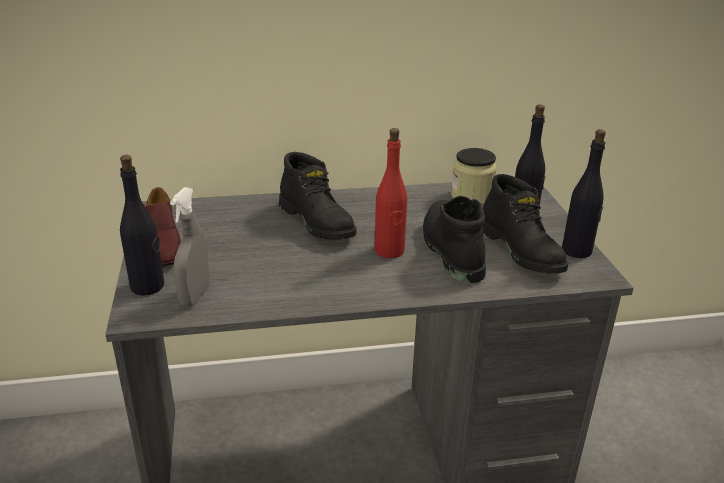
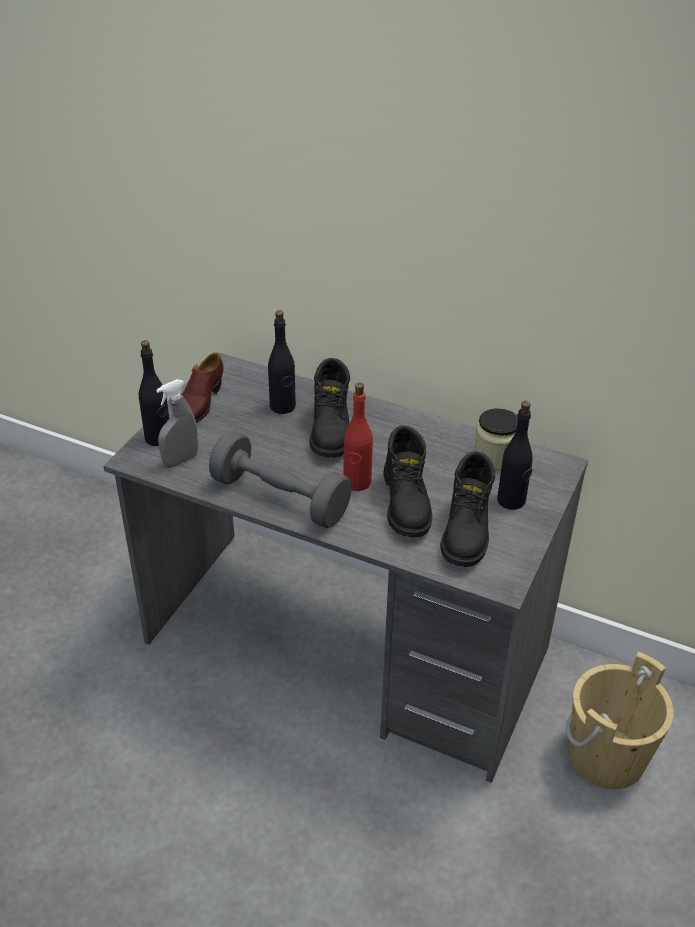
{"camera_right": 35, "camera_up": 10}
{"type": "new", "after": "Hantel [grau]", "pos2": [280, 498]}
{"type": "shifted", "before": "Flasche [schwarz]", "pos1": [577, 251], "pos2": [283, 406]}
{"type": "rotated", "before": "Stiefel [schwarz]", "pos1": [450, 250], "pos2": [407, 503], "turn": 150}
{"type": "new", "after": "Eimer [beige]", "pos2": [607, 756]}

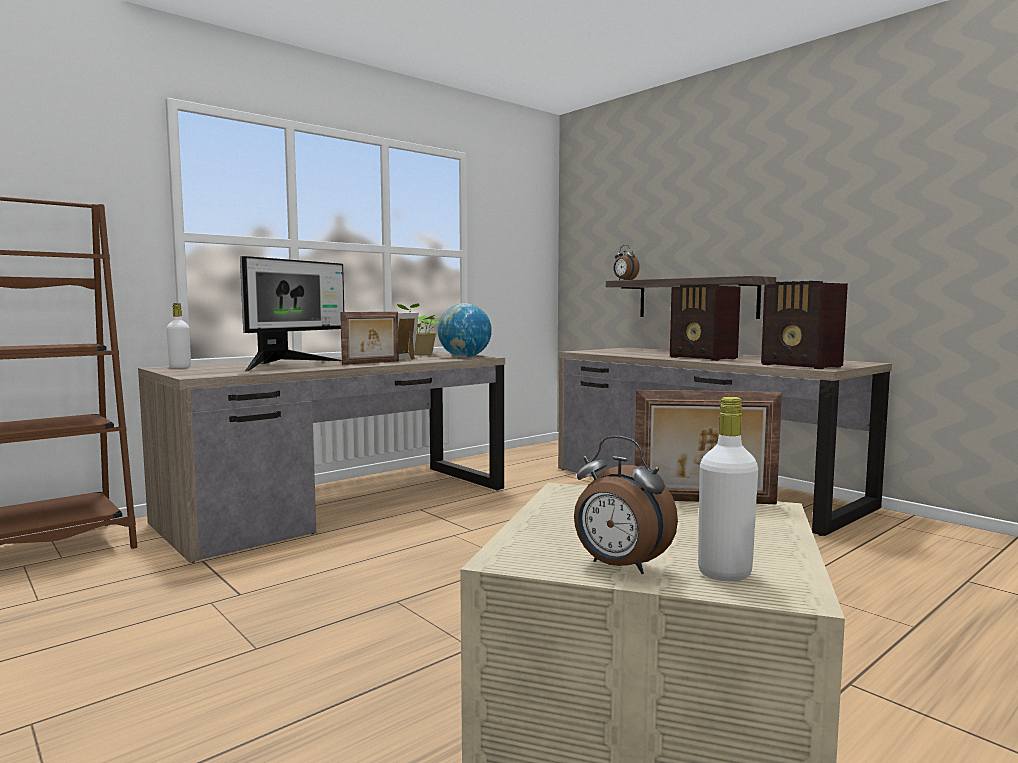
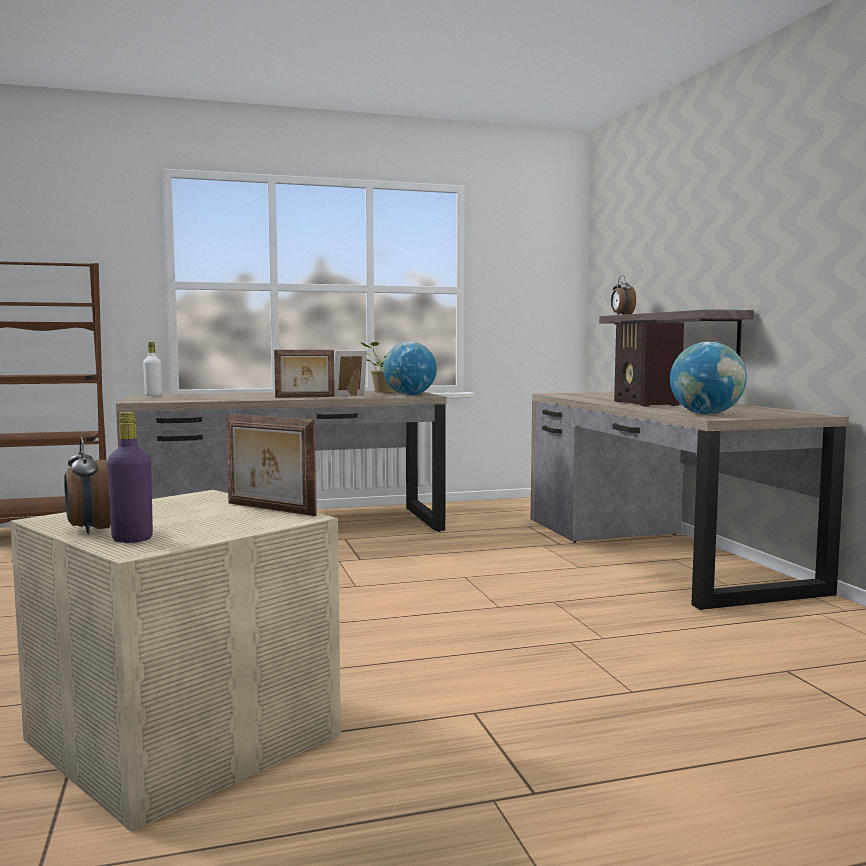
{"camera_right": 25, "camera_up": 0}
{"type": "repainted", "before": "Flasche [weiß]", "after": "Flasche [lila]", "pos1": [724, 573], "pos2": [132, 539]}
{"type": "swapped", "before": "Radio", "after": "Globus", "pos1": [801, 366], "pos2": [706, 414]}
{"type": "gone", "before": "Monitor", "pos1": [287, 365]}

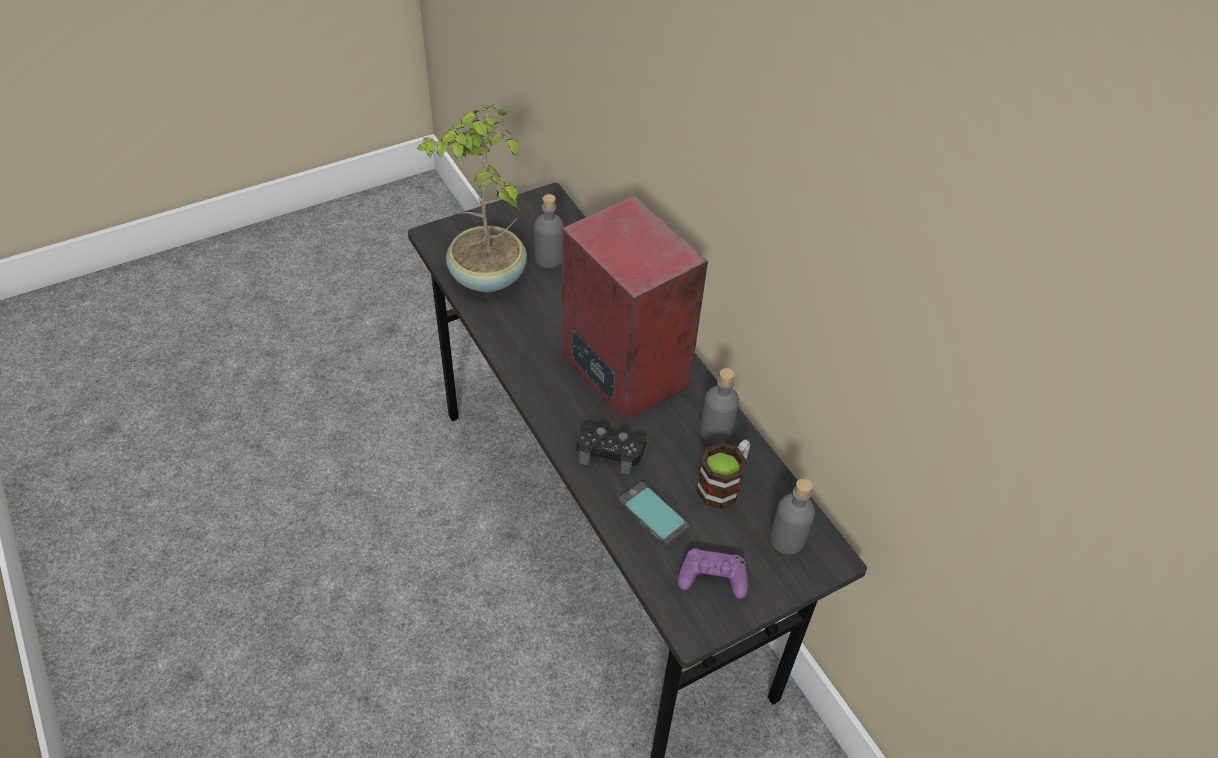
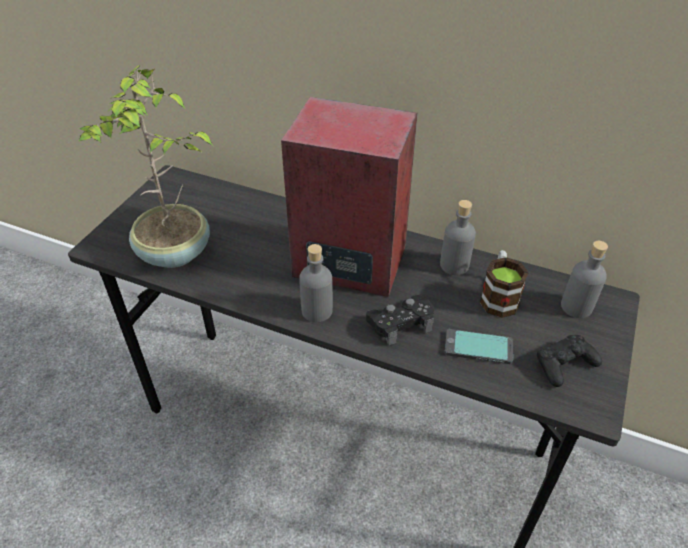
{"camera_right": -35, "camera_up": -5}
{"type": "shifted", "before": "Flasche [grau]", "pos1": [549, 258], "pos2": [317, 310]}
{"type": "repainted", "before": "Gamepad [lila]", "after": "Gamepad [schwarz]", "pos1": [712, 577], "pos2": [564, 364]}

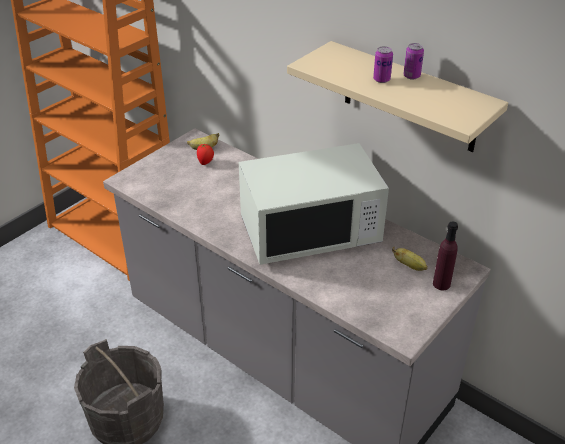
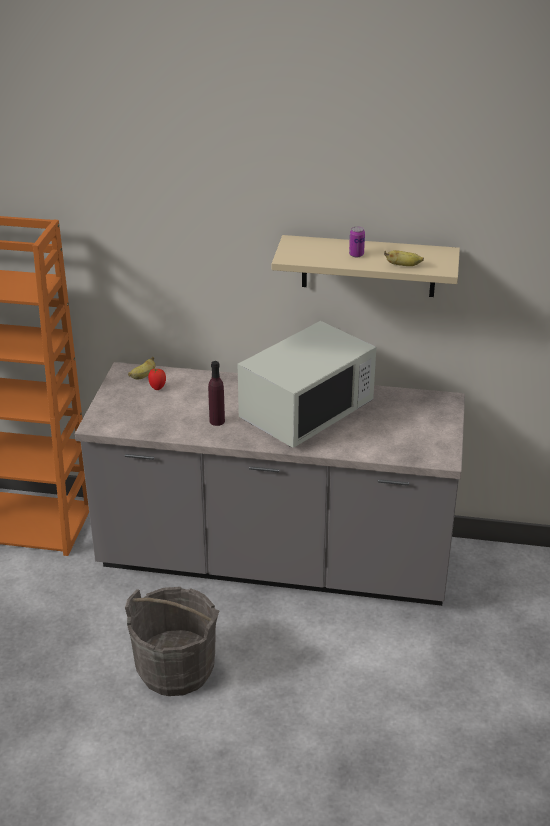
{"camera_right": -30, "camera_up": -5}
{"type": "shifted", "before": "Flasche [lila]", "pos1": [441, 284], "pos2": [217, 421]}
{"type": "shifted", "before": "Banane", "pos1": [410, 266], "pos2": [403, 266]}
{"type": "gone", "before": "Dose", "pos1": [411, 76]}

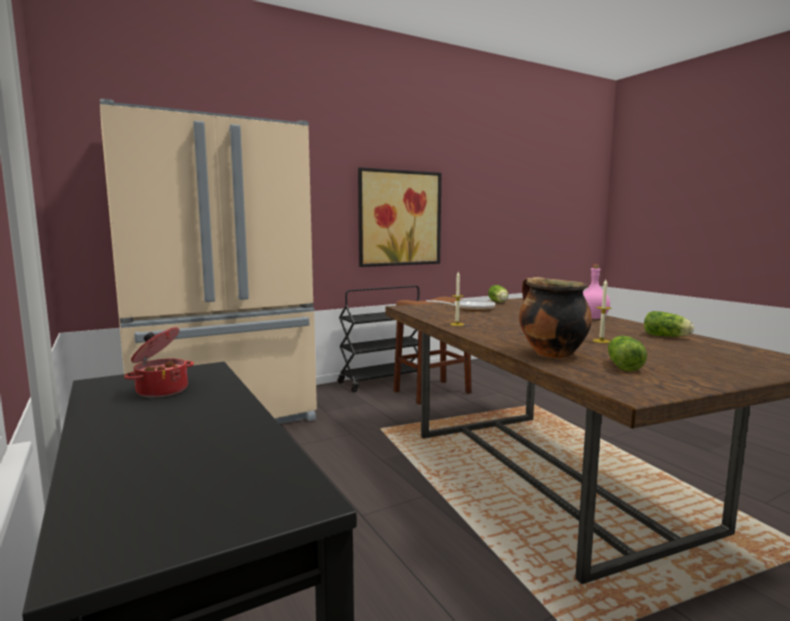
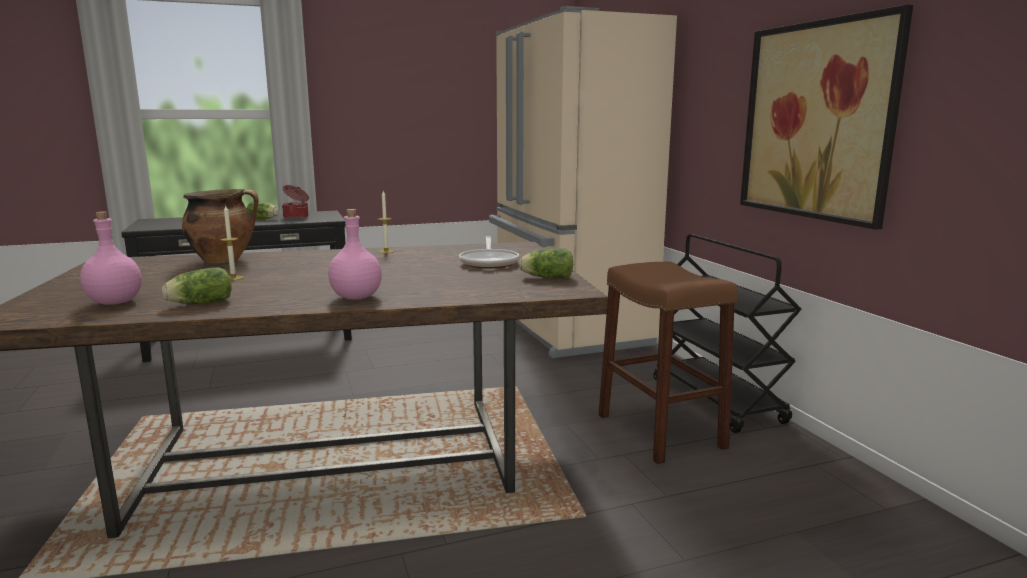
{"camera_right": 100, "camera_up": 5}
{"type": "new", "after": "Flasche [rosa]", "pos2": [115, 302]}
{"type": "shifted", "before": "Salatkopf", "pos1": [623, 365], "pos2": [264, 219]}

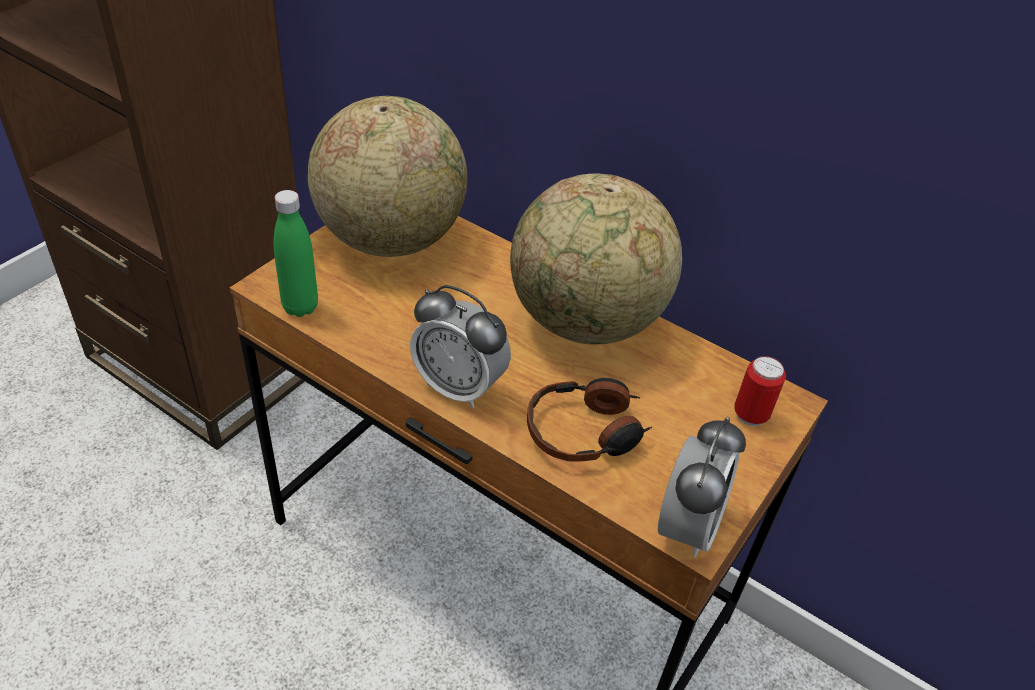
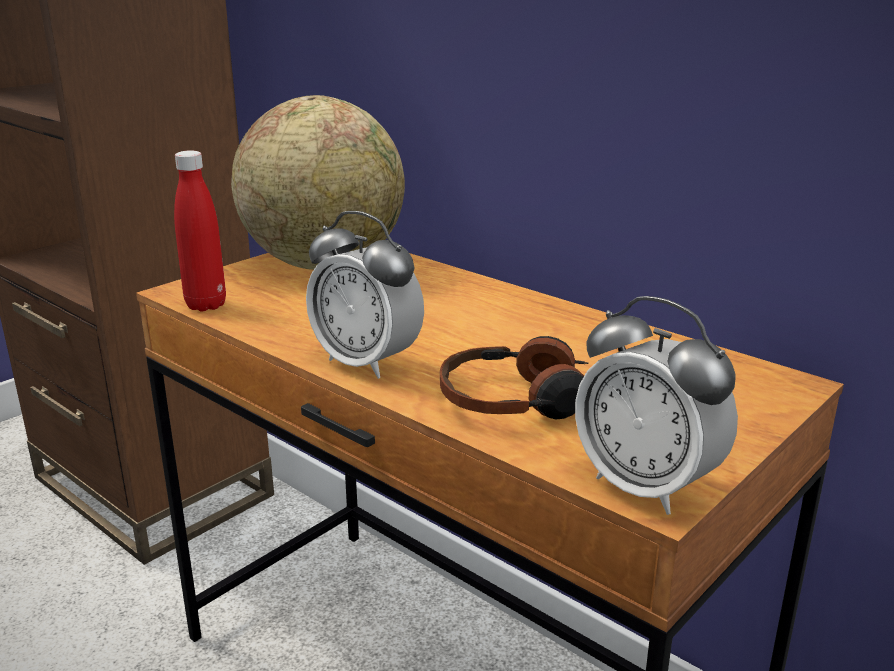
{"camera_right": 10, "camera_up": -20}
{"type": "repainted", "before": "Flasche [grün]", "after": "Flasche [rot]", "pos1": [300, 307], "pos2": [206, 305]}
{"type": "rotated", "before": "Wecker", "pos1": [687, 527], "pos2": [646, 486], "turn": 105}
{"type": "gone", "before": "Globus", "pos1": [585, 322]}
{"type": "gone", "before": "Dose", "pos1": [750, 415]}

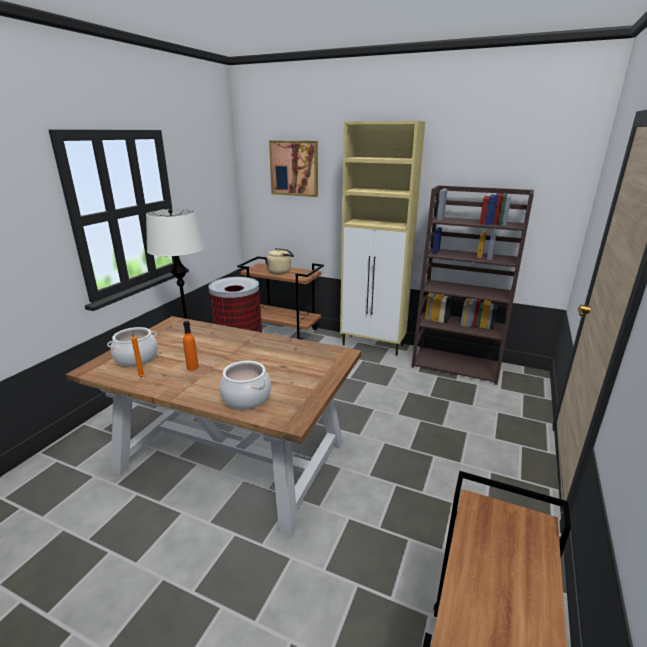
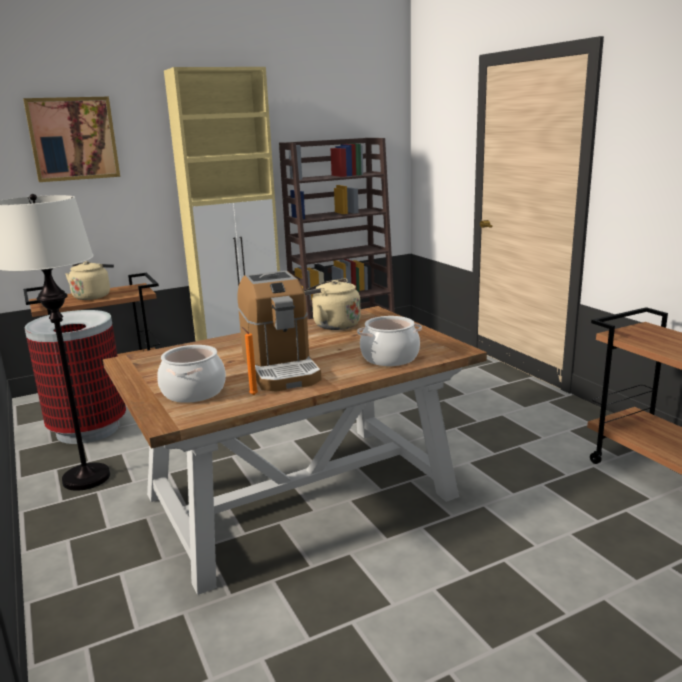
{"camera_right": -50, "camera_up": -5}
{"type": "swapped", "before": "Flasche [orange]", "after": "Kaffeemaschine", "pos1": [192, 367], "pos2": [280, 369]}
{"type": "new", "after": "Wasserkessel [beige]", "pos2": [333, 325]}

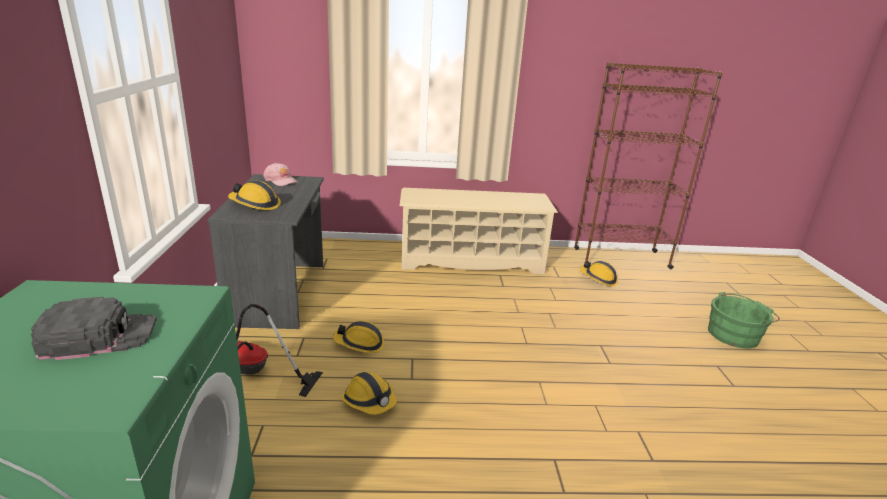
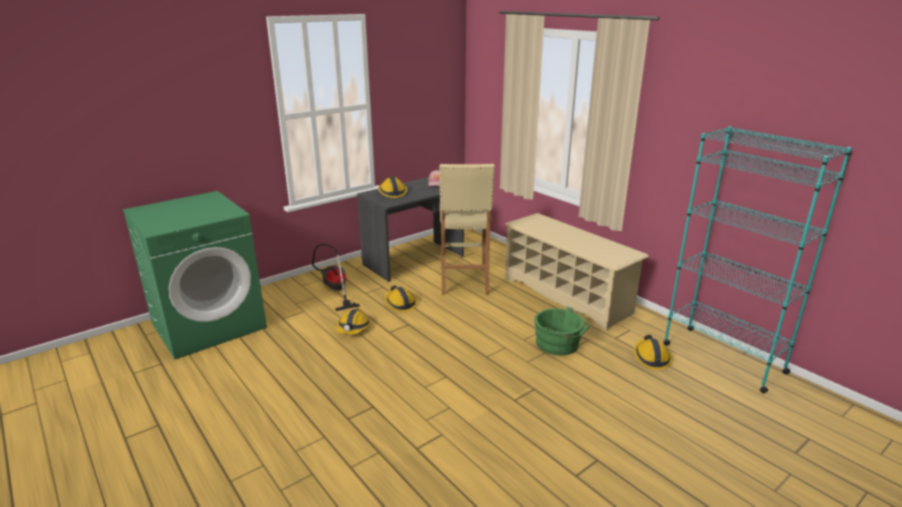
{"camera_right": 55, "camera_up": 0}
{"type": "new", "after": "Hocker [beige]", "pos2": [464, 281]}
{"type": "shifted", "before": "Eimer [grün]", "pos1": [735, 334], "pos2": [559, 344]}
{"type": "repainted", "before": "Bücherregal [braun]", "after": "Bücherregal [türkis]", "pos1": [620, 258], "pos2": [722, 358]}
{"type": "gone", "before": "Kappe [schwarz]", "pos1": [99, 335]}

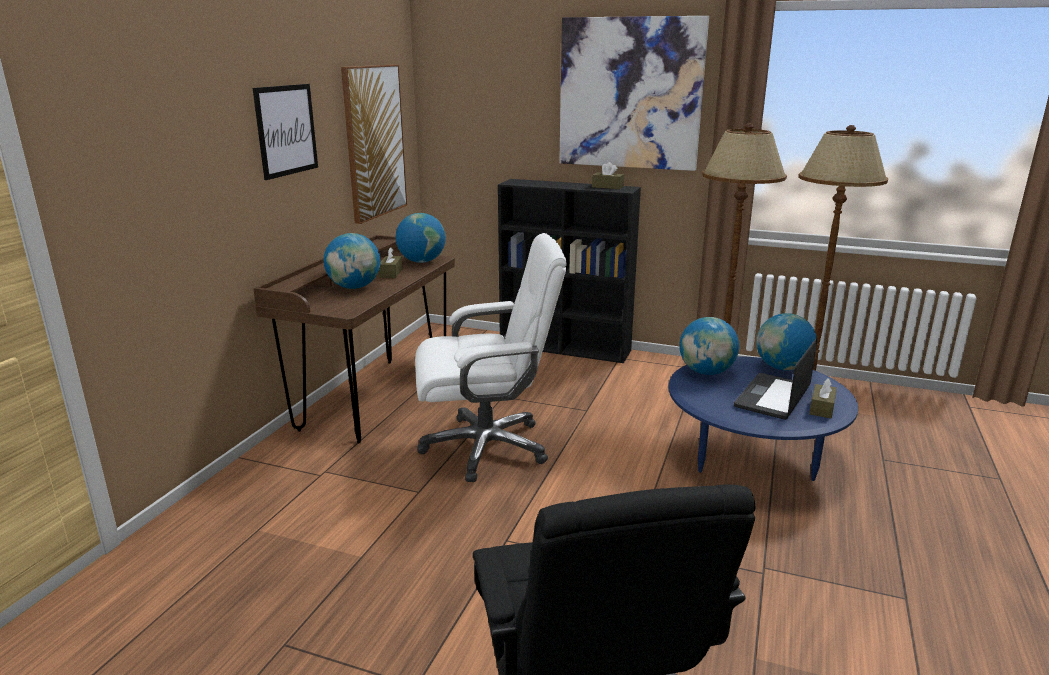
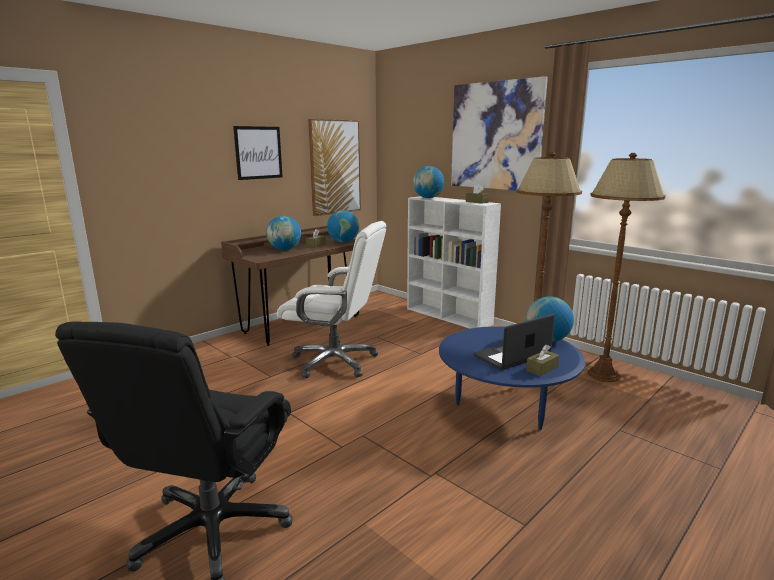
{"camera_right": 25, "camera_up": -5}
{"type": "repainted", "before": "Bücherregal [schwarz]", "after": "Bücherregal [weiß]", "pos1": [566, 348], "pos2": [449, 316]}
{"type": "shifted", "before": "Globus", "pos1": [706, 372], "pos2": [428, 198]}

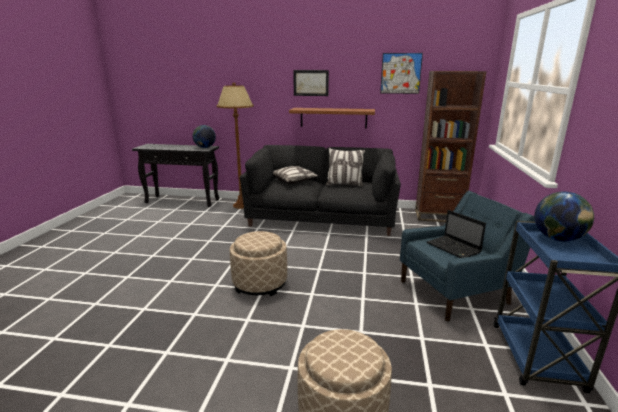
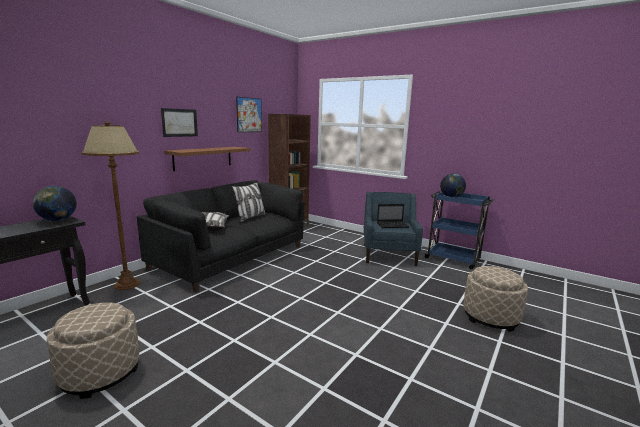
{"camera_right": -65, "camera_up": -5}
{"type": "shifted", "before": "Polsterhocker [beige]", "pos1": [260, 283], "pos2": [100, 373]}

